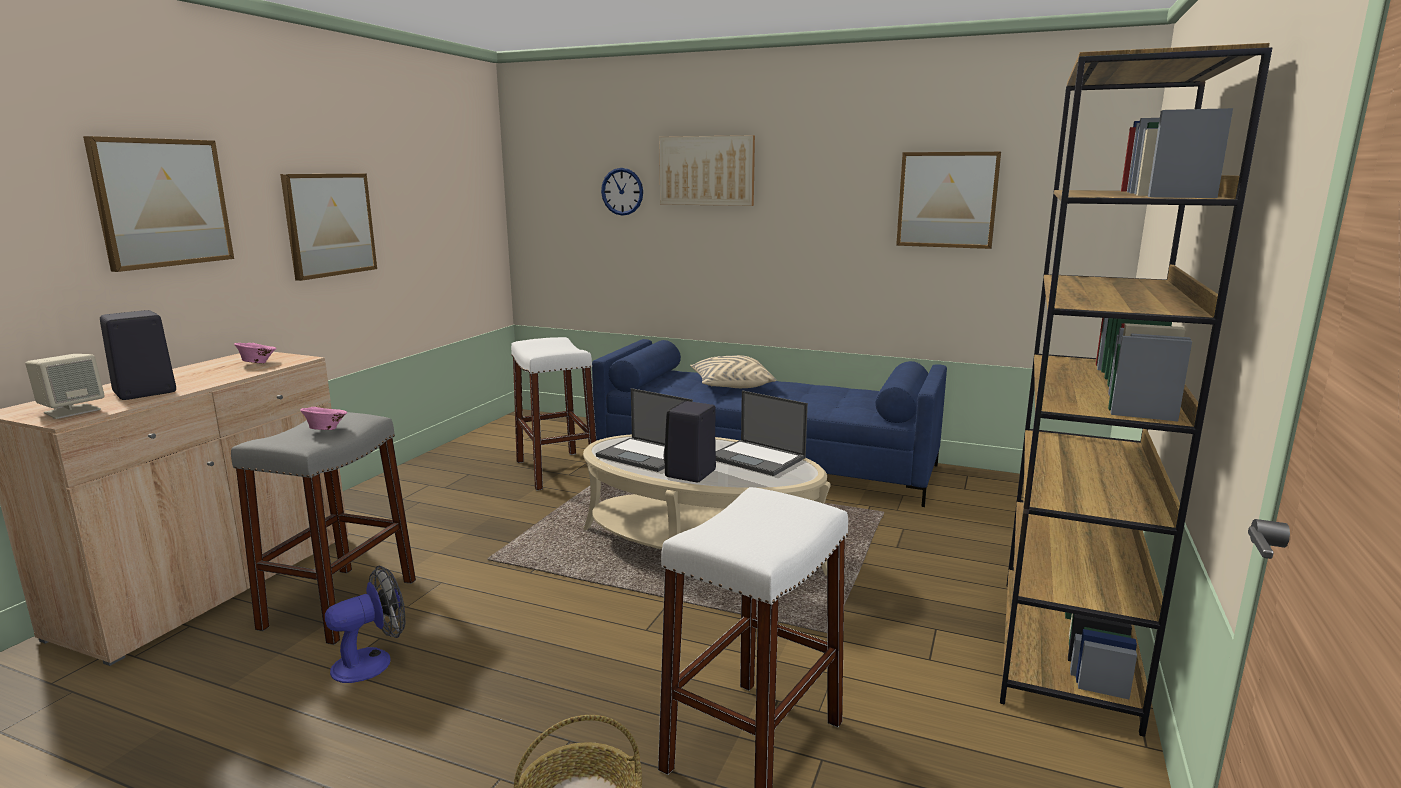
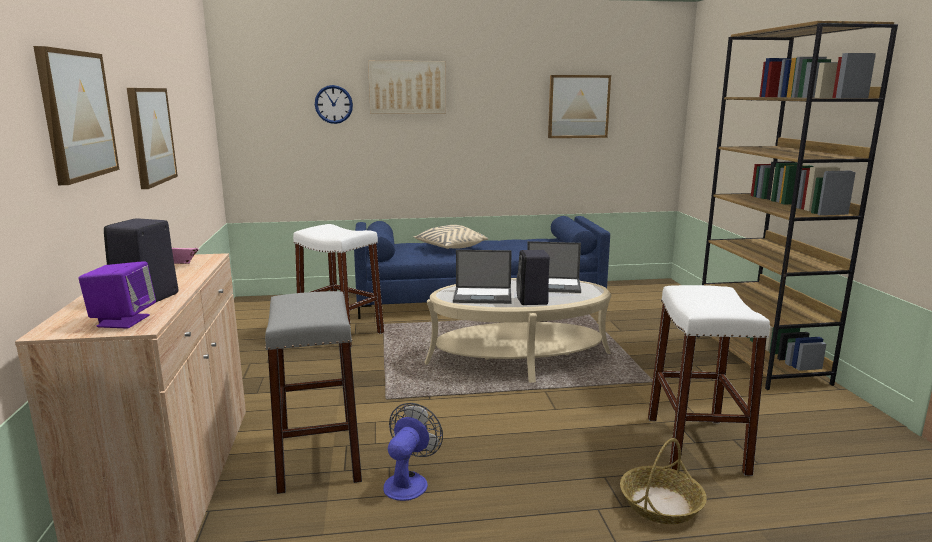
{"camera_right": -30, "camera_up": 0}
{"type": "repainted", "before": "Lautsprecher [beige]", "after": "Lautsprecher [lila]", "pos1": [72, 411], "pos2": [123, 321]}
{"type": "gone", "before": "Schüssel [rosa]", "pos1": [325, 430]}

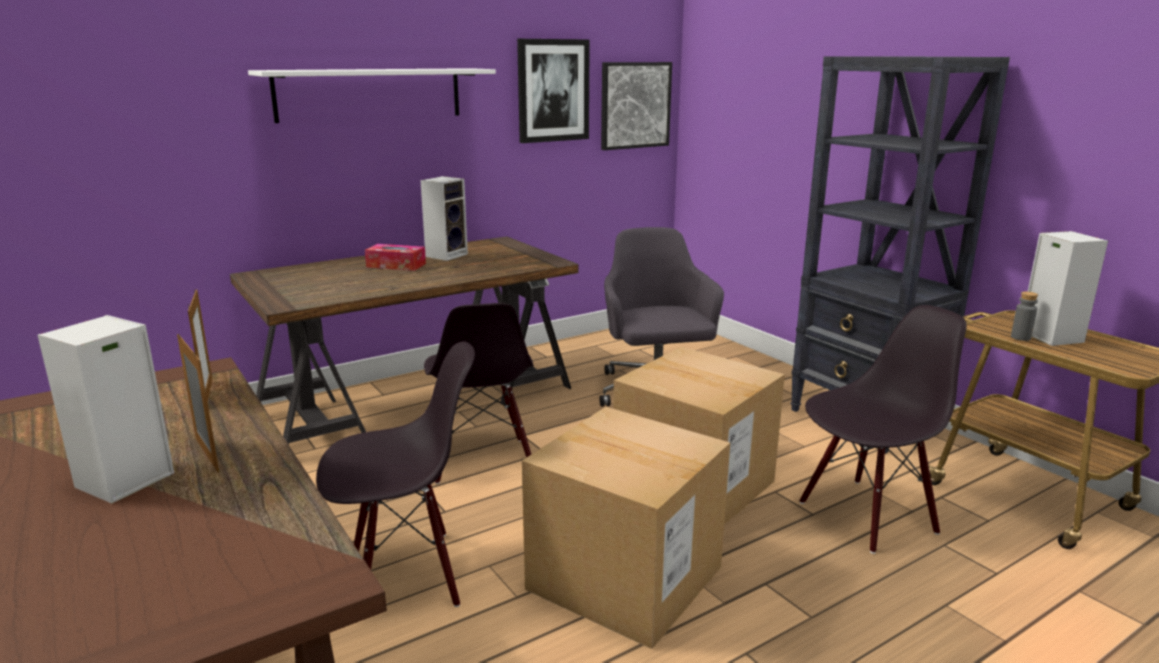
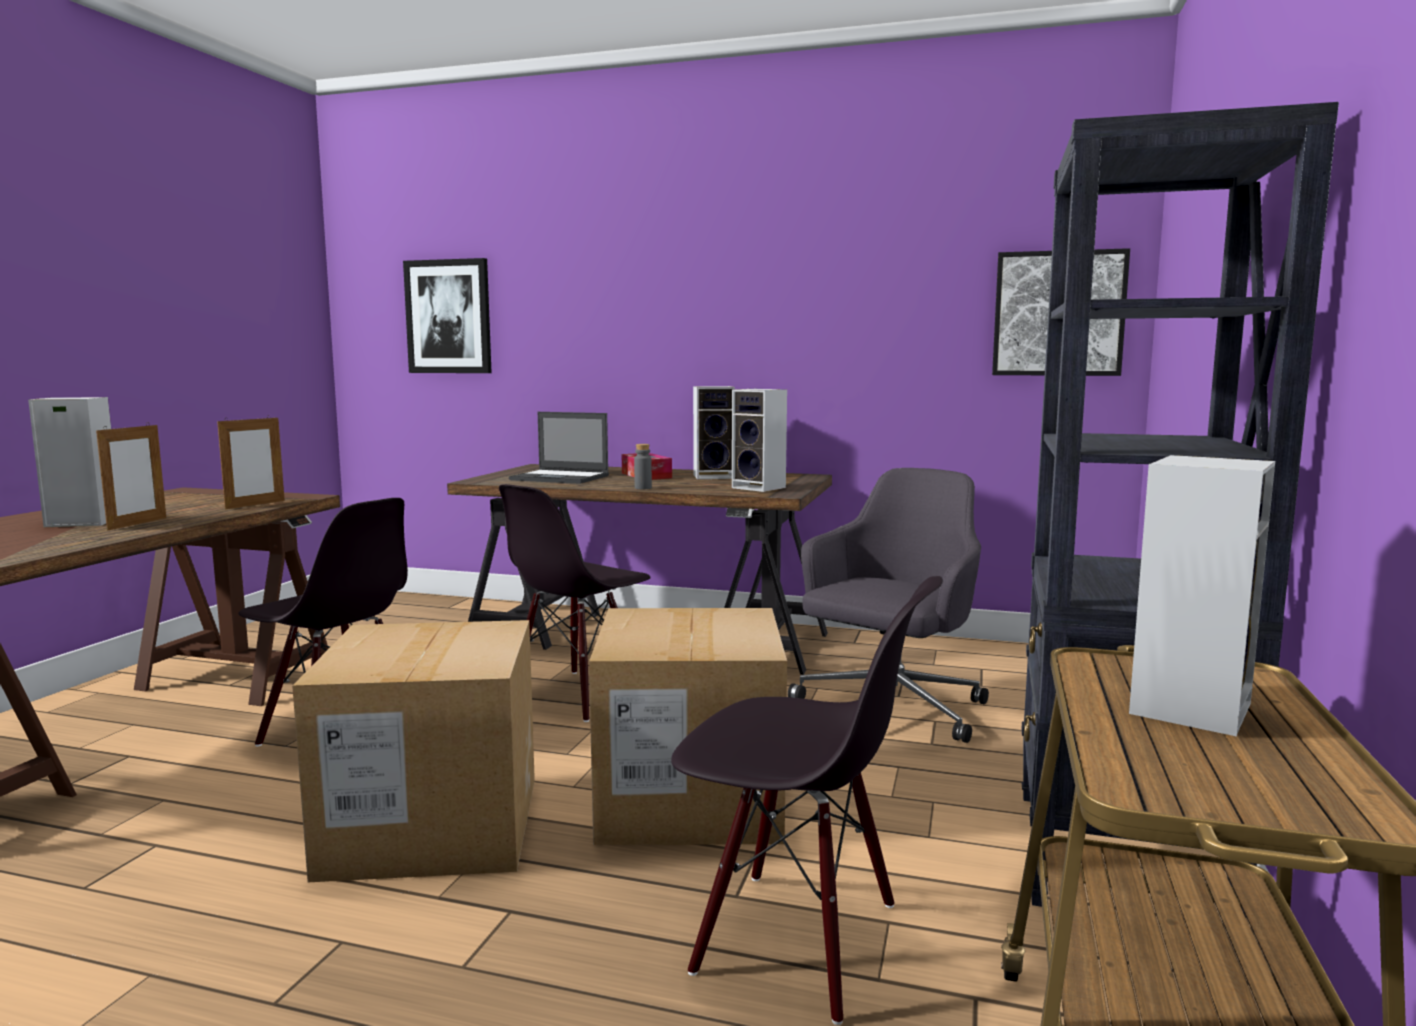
{"camera_right": 50, "camera_up": -10}
{"type": "shifted", "before": "Bild", "pos1": [553, 90], "pos2": [449, 317]}
{"type": "new", "after": "Laptop", "pos2": [561, 478]}
{"type": "shifted", "before": "Flasche [grau]", "pos1": [1020, 337], "pos2": [643, 488]}
{"type": "new", "after": "Lautsprecher", "pos2": [761, 488]}
{"type": "gone", "before": "Wandregal [weiß]", "pos1": [370, 94]}

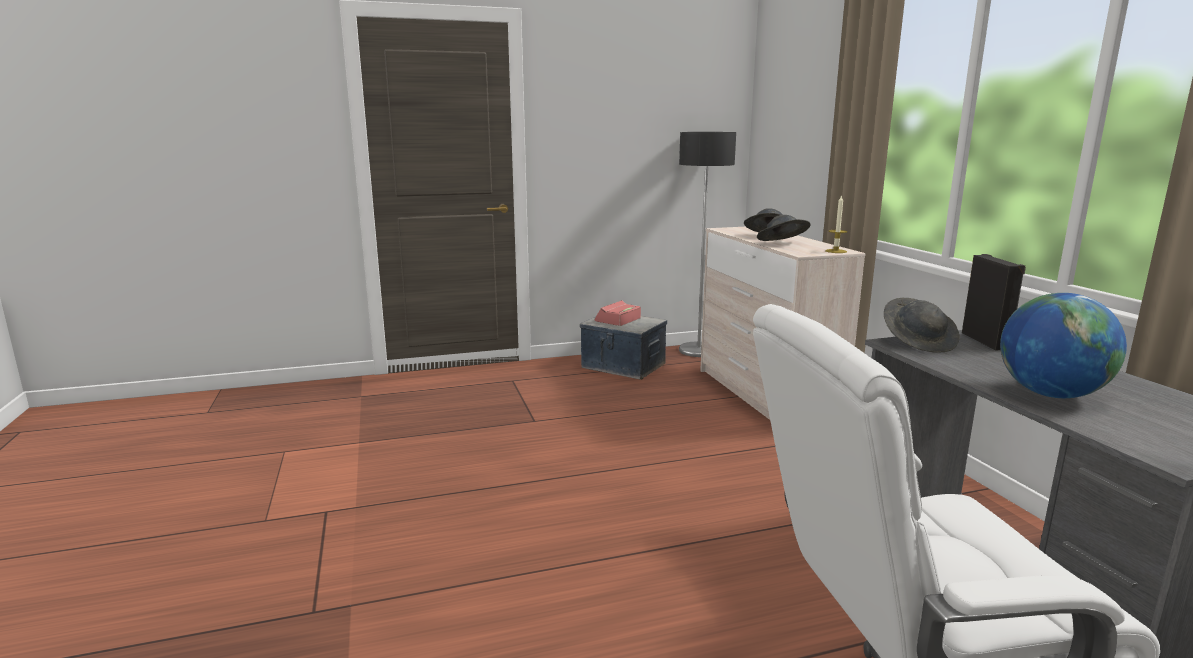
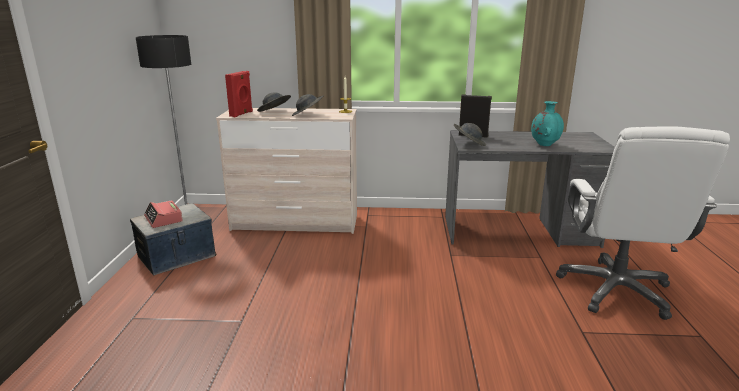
{"camera_right": -70, "camera_up": 5}
{"type": "new", "after": "Lautsprecher [rot]", "pos2": [242, 114]}
{"type": "swapped", "before": "Globus", "after": "Vase [türkis]", "pos1": [1050, 394], "pos2": [544, 145]}

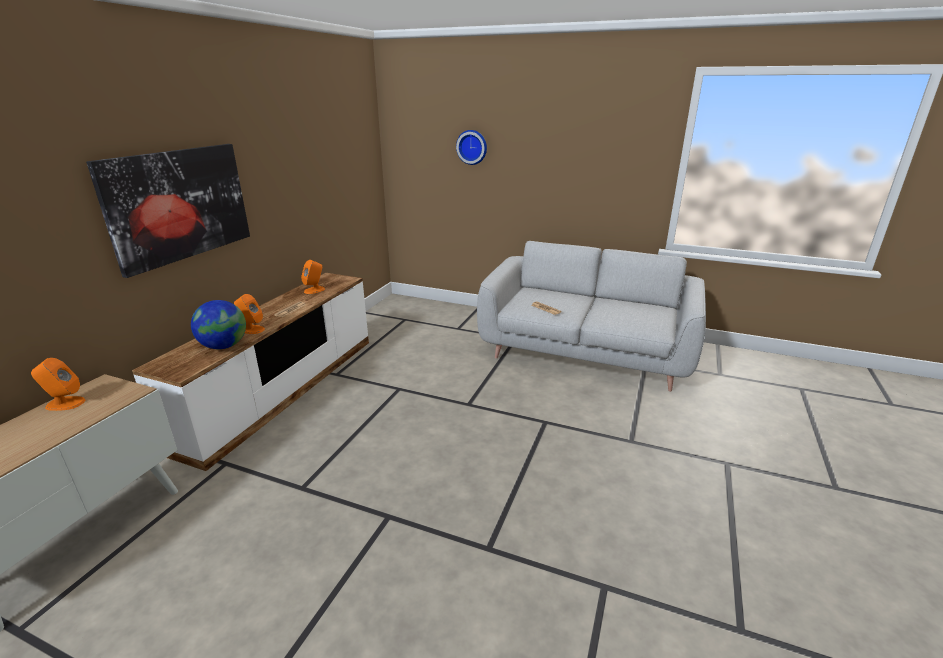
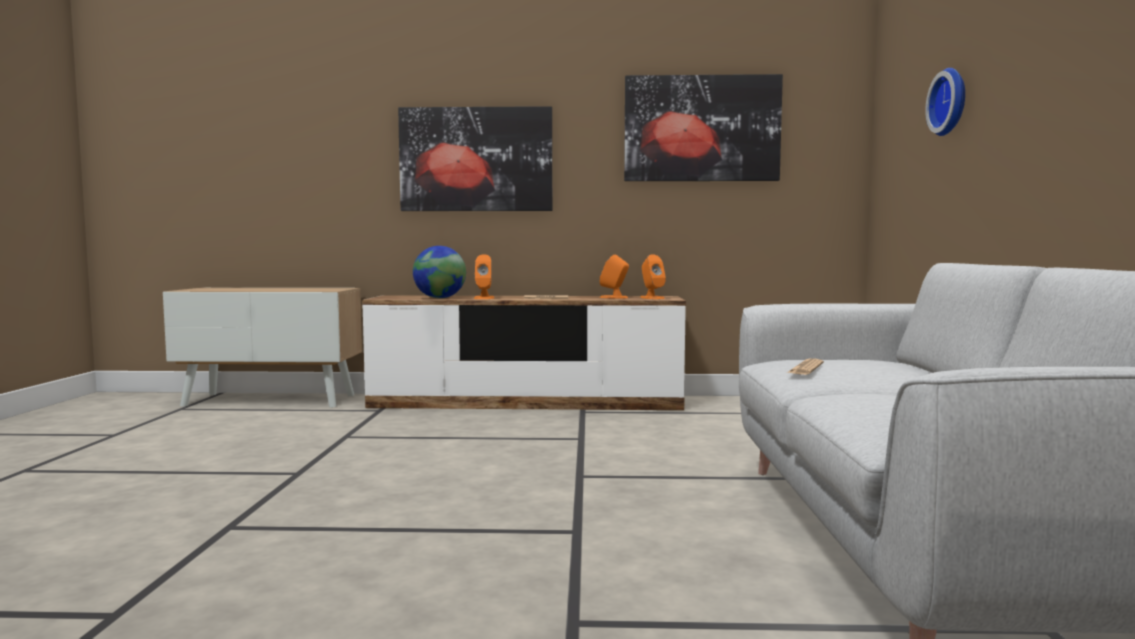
{"camera_right": 70, "camera_up": -20}
{"type": "new", "after": "Bild", "pos2": [701, 129]}
{"type": "shifted", "before": "Lautsprecher [orange]", "pos1": [65, 403], "pos2": [652, 298]}

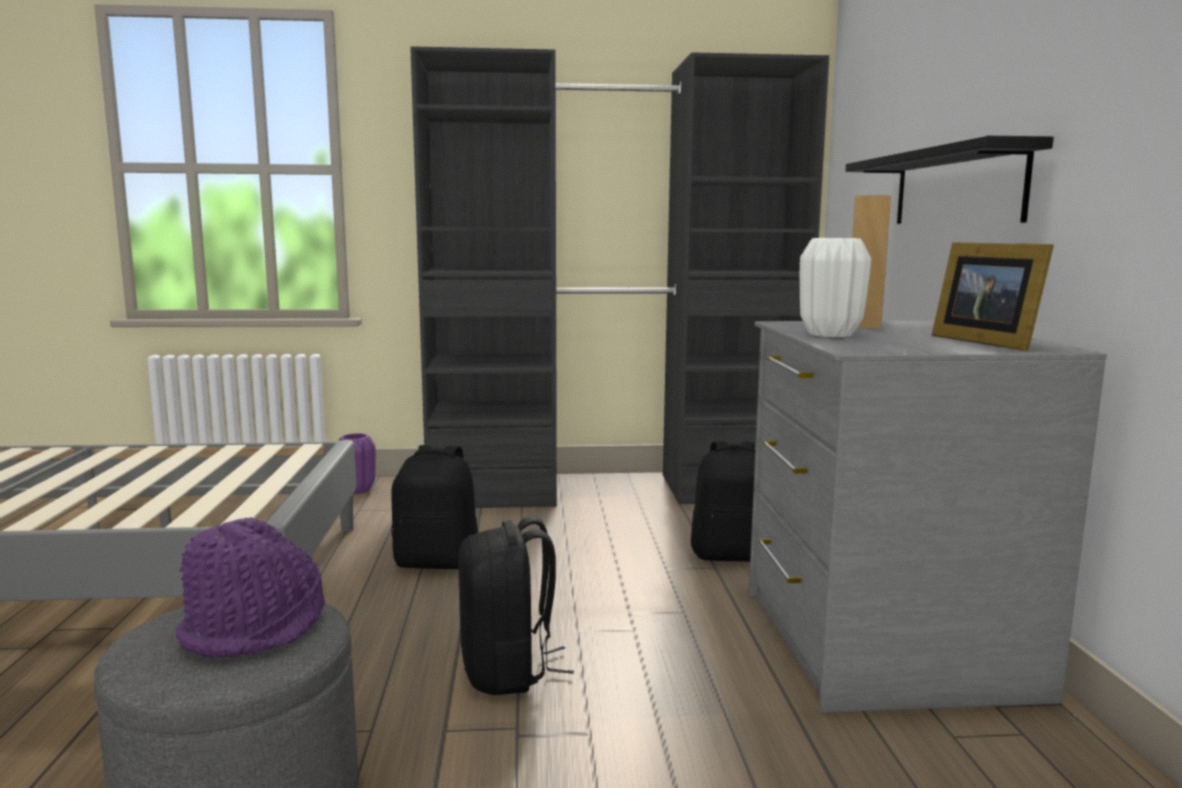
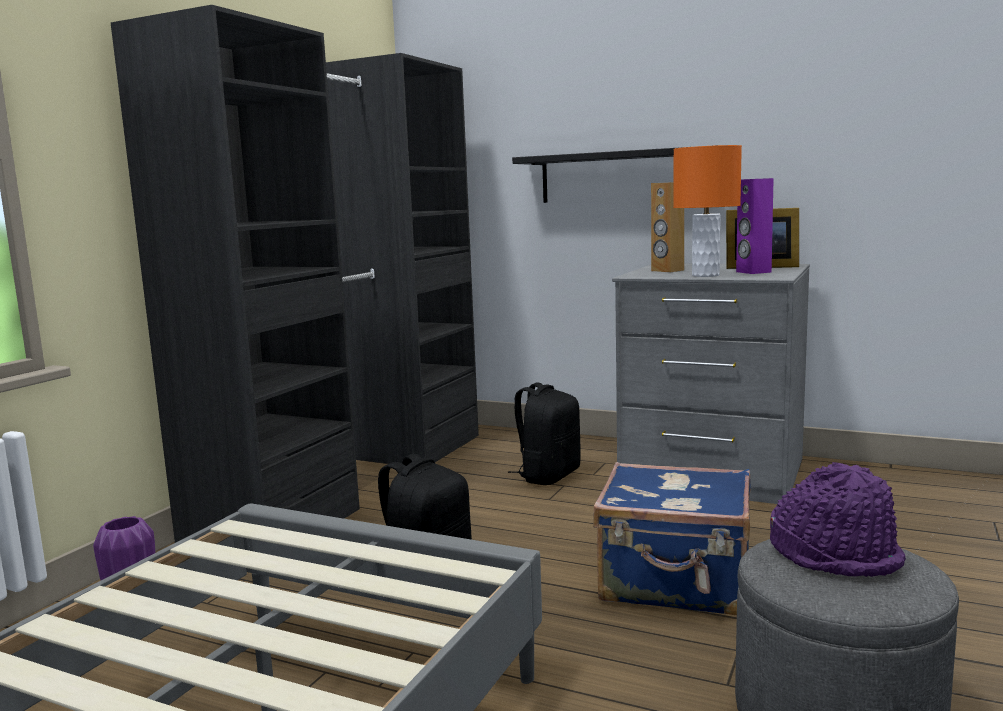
{"camera_right": -60, "camera_up": 0}
{"type": "swapped", "before": "Rucksack [schwarz]", "after": "Koffer [blau]", "pos1": [508, 671], "pos2": [676, 583]}
{"type": "swapped", "before": "Vase [weiß]", "after": "Tischlampe [orange]", "pos1": [829, 334], "pos2": [705, 275]}
{"type": "new", "after": "Lautsprecher [lila]", "pos2": [753, 272]}

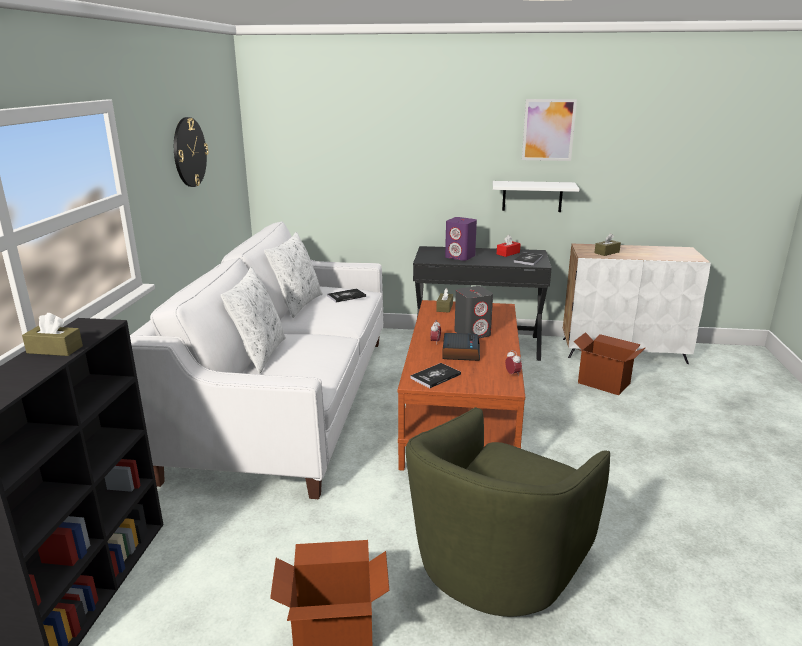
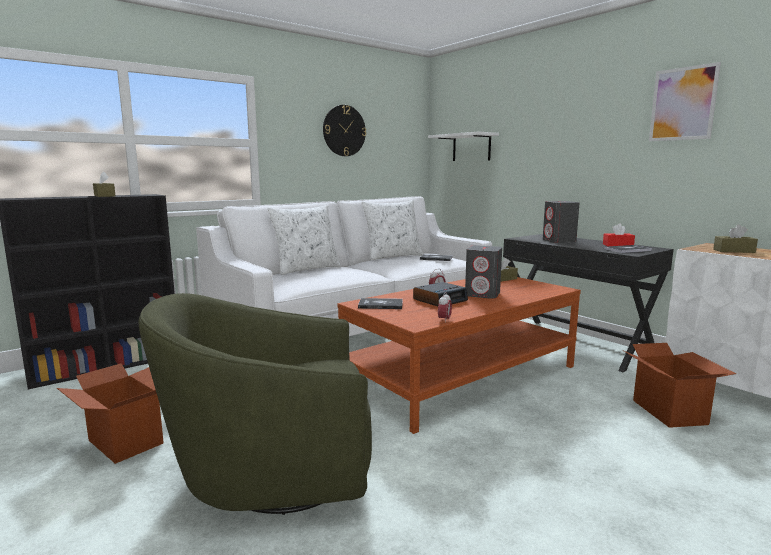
{"camera_right": 45, "camera_up": -10}
{"type": "shifted", "before": "Wandregal [weiß]", "pos1": [532, 196], "pos2": [471, 147]}
{"type": "repainted", "before": "Lautsprecher [lila]", "after": "Lautsprecher [grau]", "pos1": [460, 257], "pos2": [559, 241]}

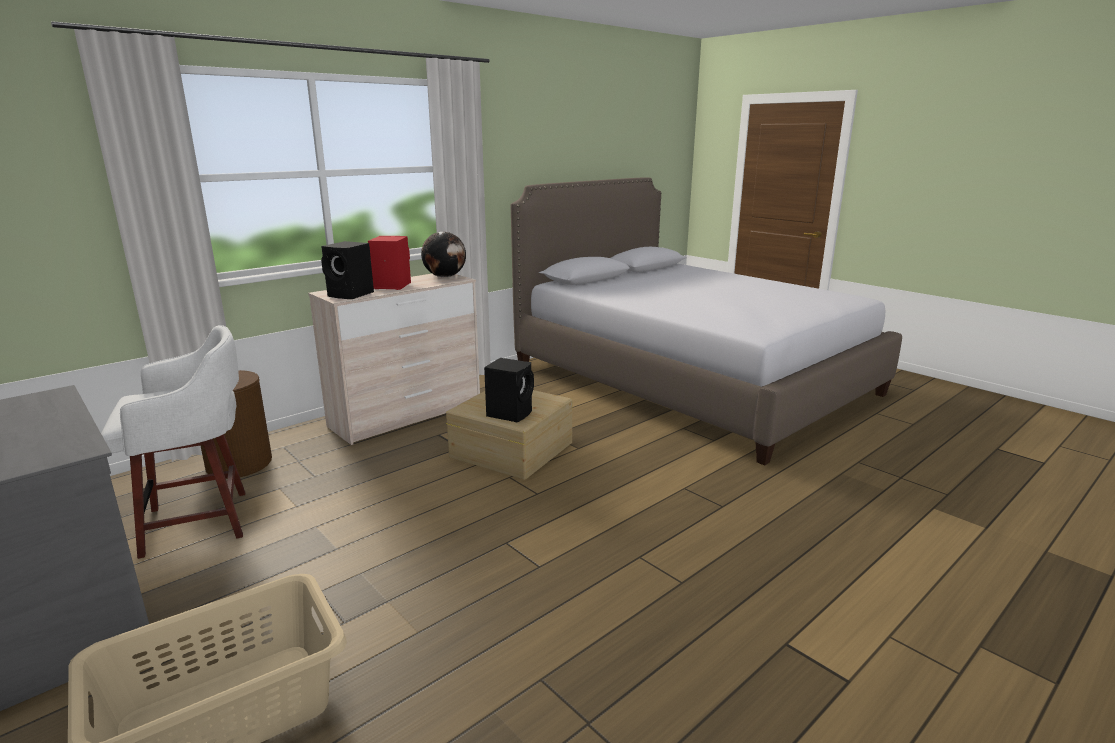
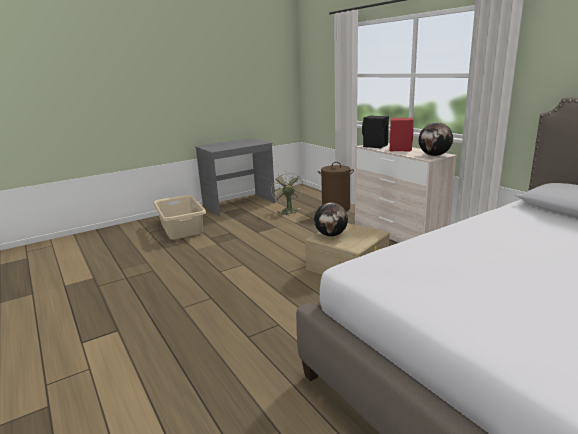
{"camera_right": 100, "camera_up": 0}
{"type": "swapped", "before": "Hocker [weiß]", "after": "Ventilator [grün]", "pos1": [201, 521], "pos2": [288, 210]}
{"type": "swapped", "before": "Lautsprecher [schwarz]", "after": "Globus", "pos1": [510, 413], "pos2": [331, 235]}

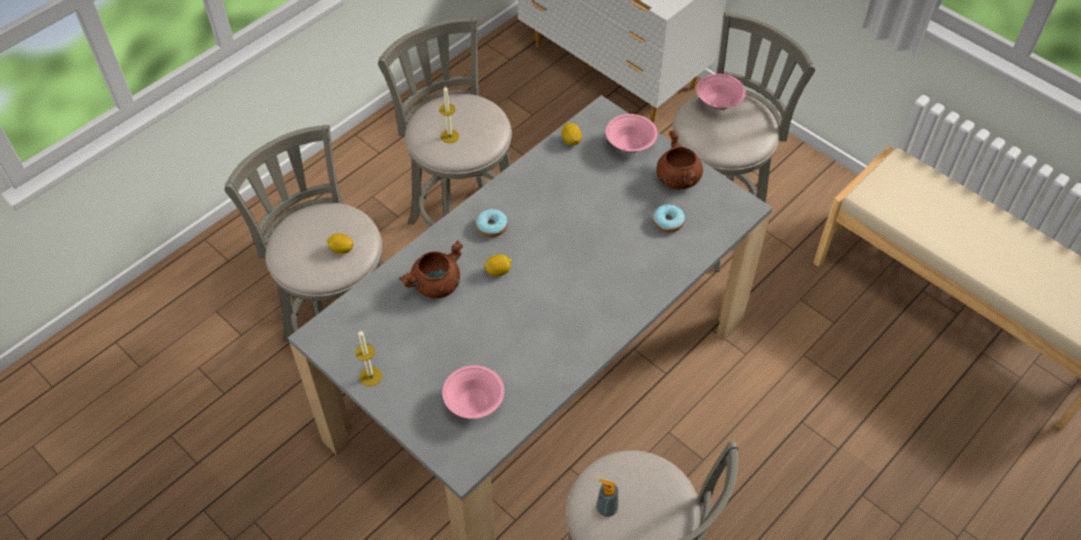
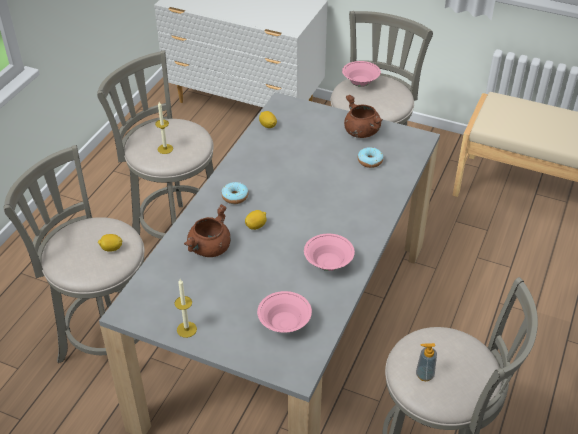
{"camera_right": -20, "camera_up": -10}
{"type": "shifted", "before": "Schüssel [rosa]", "pos1": [630, 146], "pos2": [328, 264]}

